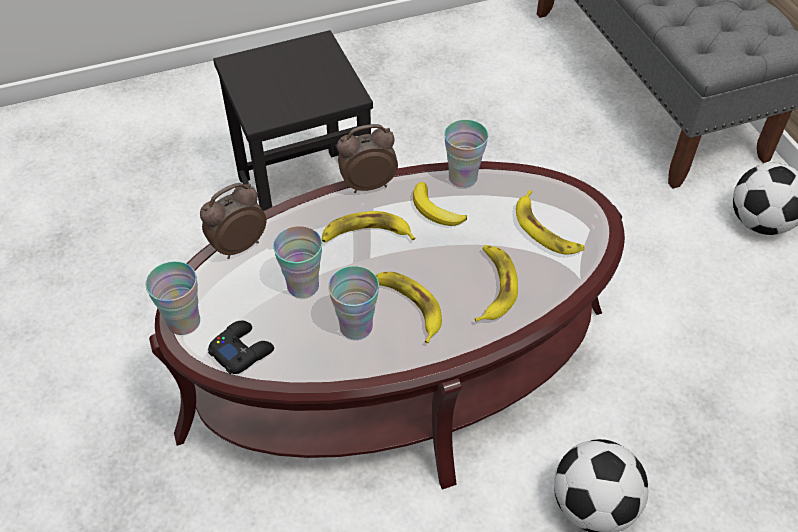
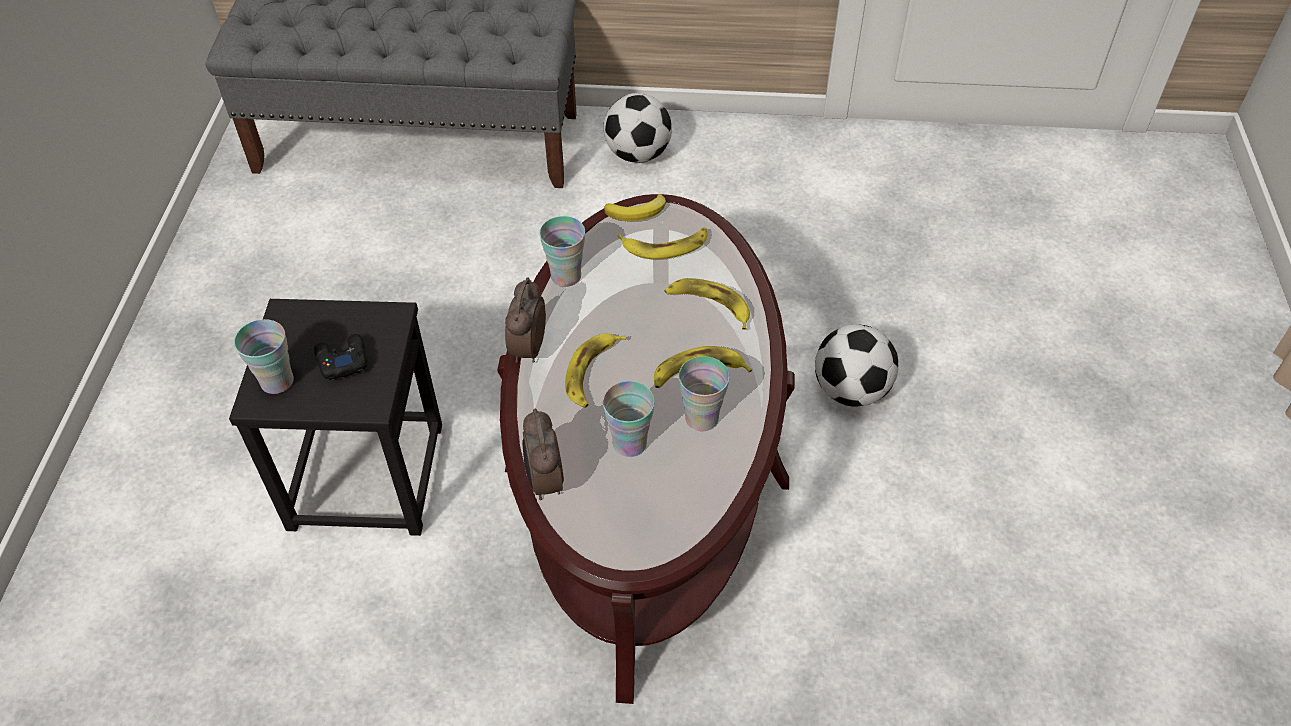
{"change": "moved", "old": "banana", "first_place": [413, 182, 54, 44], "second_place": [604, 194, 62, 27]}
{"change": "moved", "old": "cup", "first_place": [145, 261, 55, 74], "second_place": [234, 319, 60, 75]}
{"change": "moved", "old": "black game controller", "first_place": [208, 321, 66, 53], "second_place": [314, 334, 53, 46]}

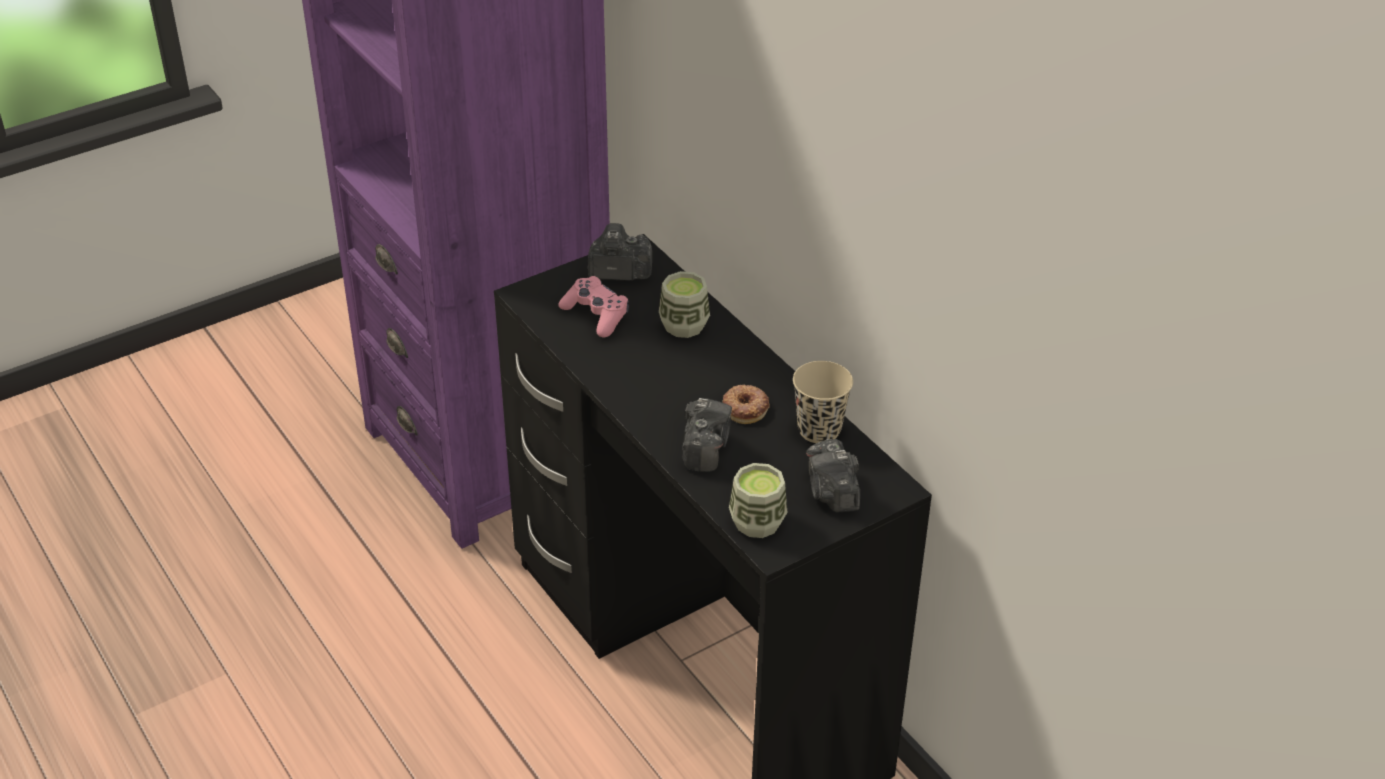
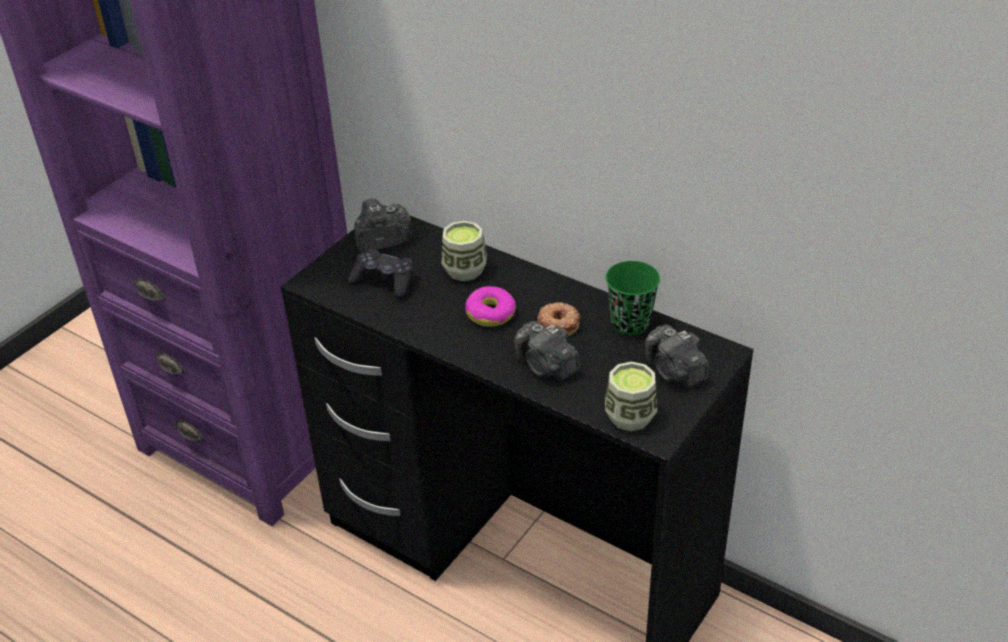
{"change": "recoloured", "old": "pink game controller", "new": "black game controller", "first_place": [558, 276, 71, 62], "second_place": [347, 249, 66, 50]}
{"change": "recoloured", "old": "beige cup", "new": "green cup", "first_place": [793, 361, 60, 82], "second_place": [605, 261, 55, 74]}
{"change": "turned", "old": "photo camera", "first_place": [682, 398, 50, 74], "second_place": [514, 321, 66, 59], "degrees": 150}
{"change": "added", "new": "donut", "second_place": [465, 286, 51, 41]}

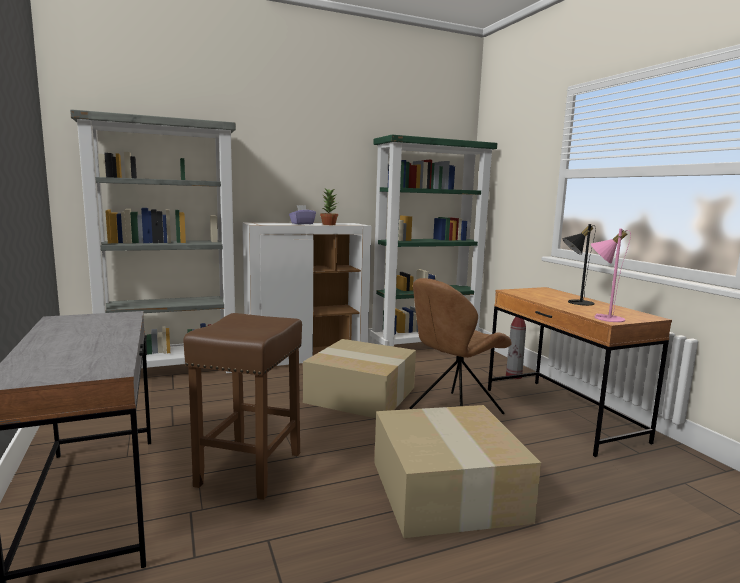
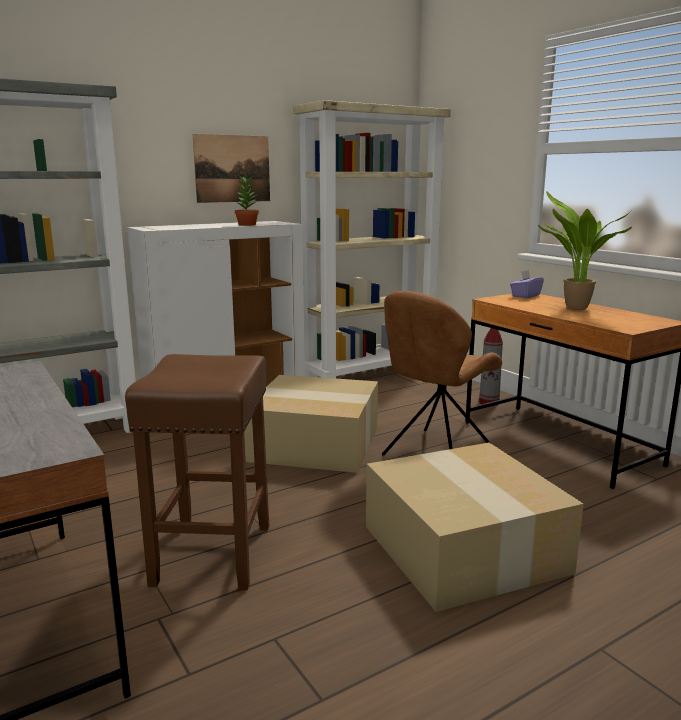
{"change": "recoloured", "old": "green bookcase", "new": "beige bookcase", "first_place": [370, 135, 127, 212], "second_place": [293, 100, 158, 279]}
{"change": "moved", "old": "purple tissue box", "first_place": [289, 205, 27, 19], "second_place": [510, 270, 34, 28]}
{"change": "replaced", "old": "black table lamp", "new": "potted plant", "first_place": [562, 224, 34, 82], "second_place": [538, 191, 94, 119]}
{"change": "removed", "old": "pink table lamp", "first_place": [591, 229, 40, 93]}
{"change": "added", "new": "picture", "second_place": [193, 134, 77, 69]}

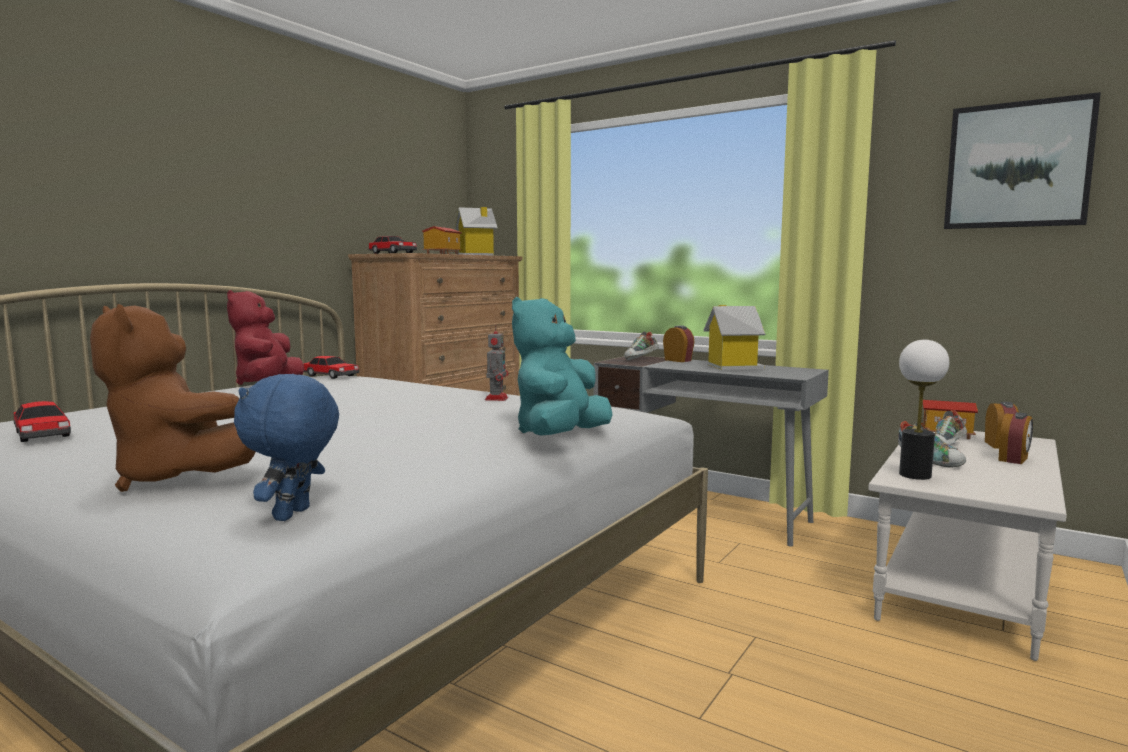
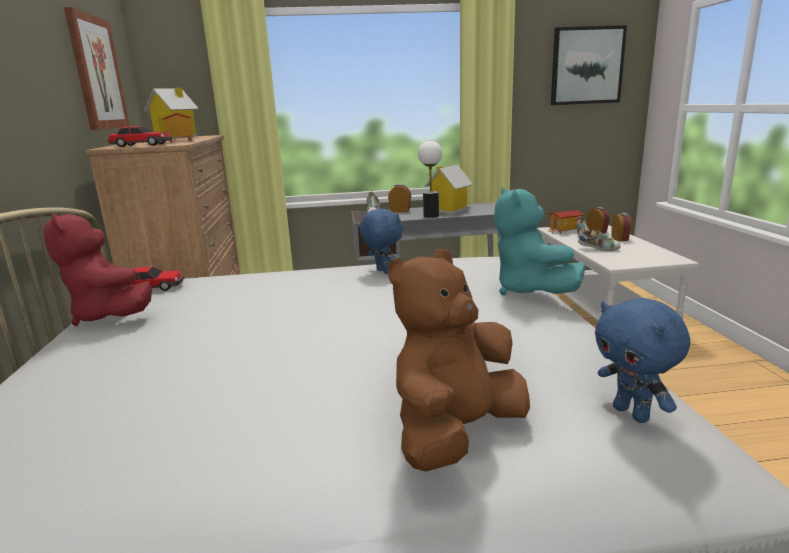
{"change": "turned", "old": "brown plush toy", "first_place": [90, 304, 166, 188], "second_place": [388, 249, 142, 223], "degrees": 135}
{"change": "replaced", "old": "toy robot", "new": "blue plush toy", "first_place": [485, 324, 24, 77], "second_place": [359, 209, 44, 65]}
{"change": "moved", "old": "table lamp", "first_place": [899, 340, 50, 140], "second_place": [418, 140, 24, 78]}
{"change": "removed", "old": "toy car", "first_place": [13, 401, 58, 41]}
{"change": "added", "new": "picture", "second_place": [64, 7, 66, 123]}

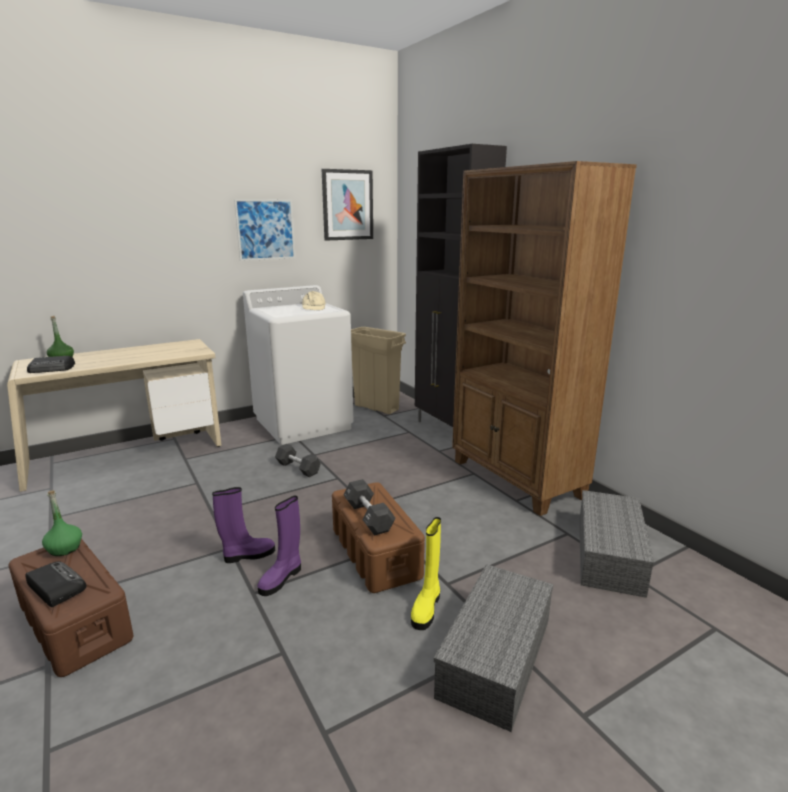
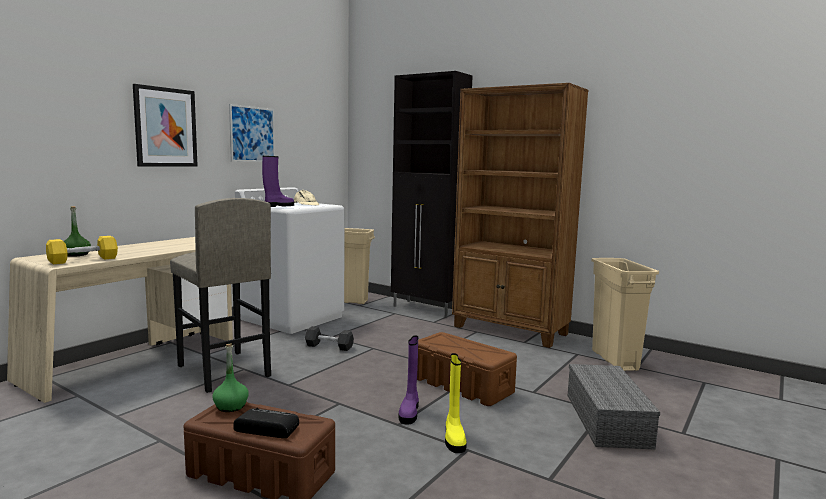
{"change": "moved", "old": "picture", "first_place": [322, 169, 51, 72], "second_place": [133, 84, 65, 83]}
{"change": "replaced", "old": "radio", "new": "yellow dumbbell", "first_place": [27, 356, 48, 17], "second_place": [46, 236, 72, 28]}
{"change": "removed", "old": "black dumbbell", "first_place": [343, 479, 52, 56]}
{"change": "moved", "old": "purple boot", "first_place": [212, 487, 63, 76], "second_place": [262, 156, 32, 51]}
{"change": "replaced", "old": "grey storage box", "new": "beige trash can", "first_place": [579, 490, 75, 108], "second_place": [591, 258, 68, 113]}
{"change": "moved", "old": "yellow boot", "first_place": [411, 517, 30, 113], "second_place": [445, 353, 22, 100]}
{"change": "added", "new": "grey stool", "second_place": [170, 198, 101, 195]}

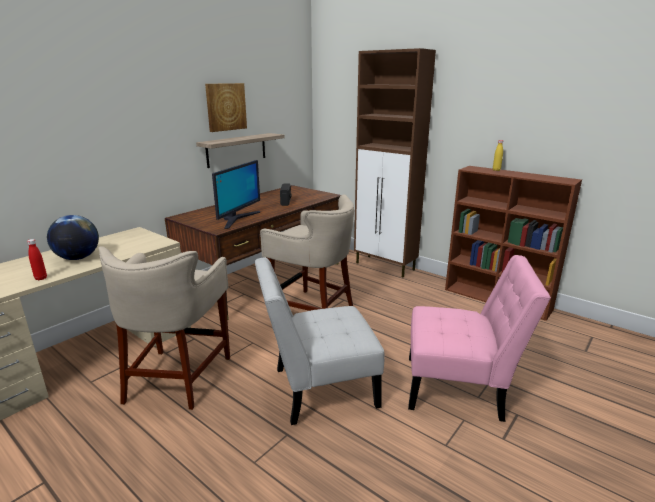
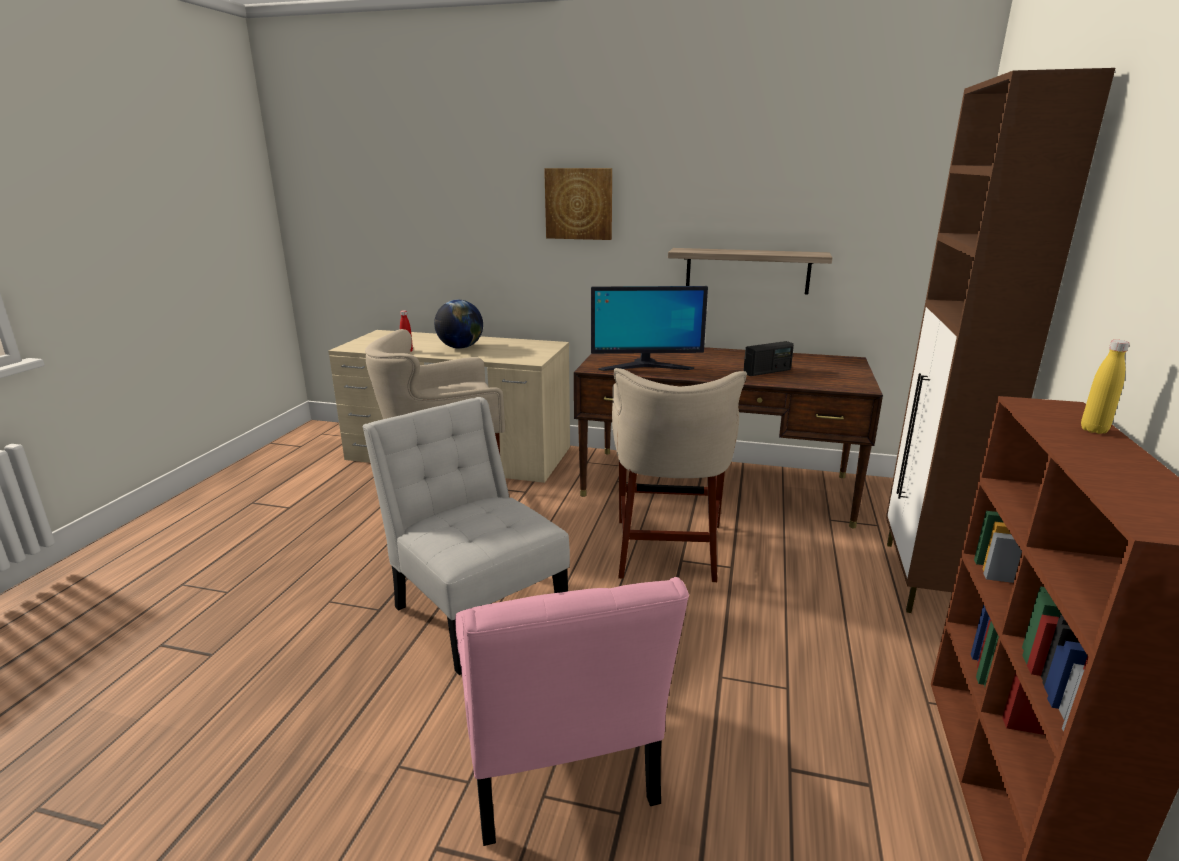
{"change": "moved", "old": "picture", "first_place": [205, 83, 42, 49], "second_place": [544, 168, 68, 72]}

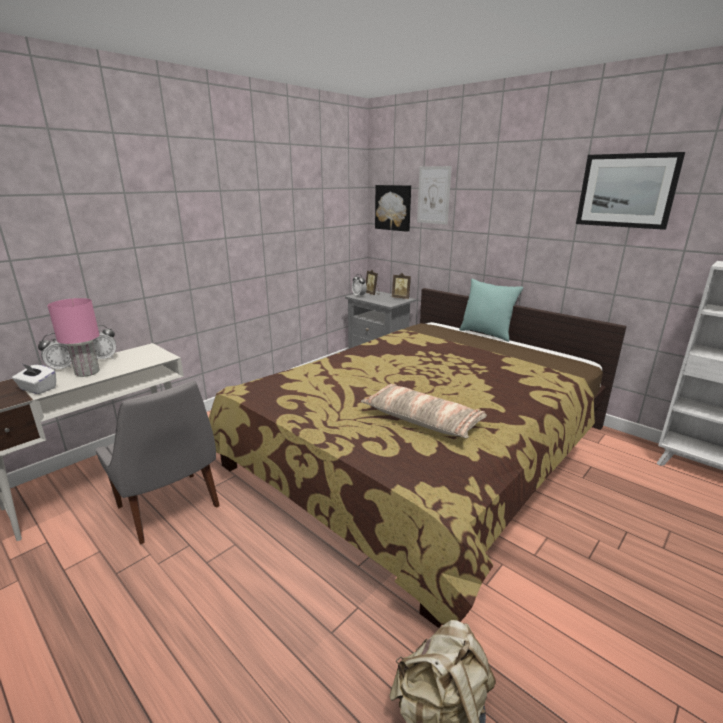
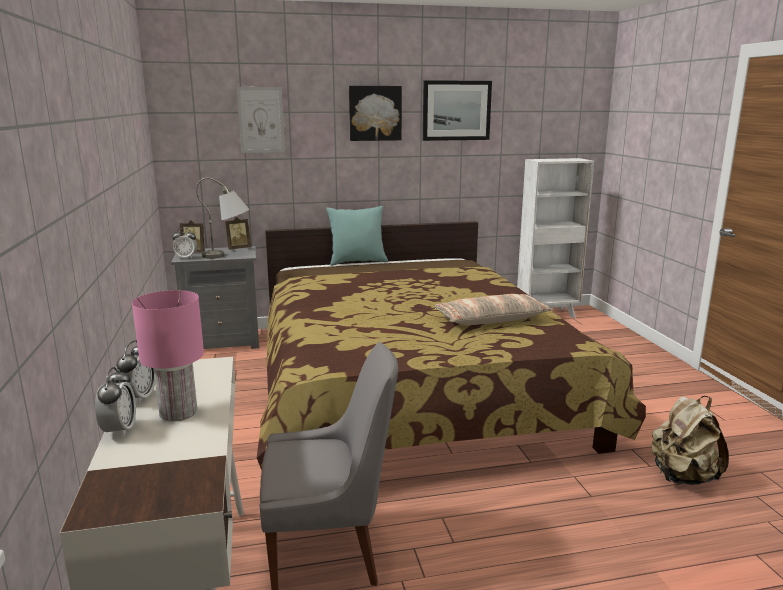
{"change": "moved", "old": "picture", "first_place": [375, 185, 36, 47], "second_place": [349, 86, 53, 55]}
{"change": "removed", "old": "white tissue box", "first_place": [12, 364, 44, 30]}
{"change": "added", "new": "grey table lamp", "second_place": [196, 178, 53, 81]}

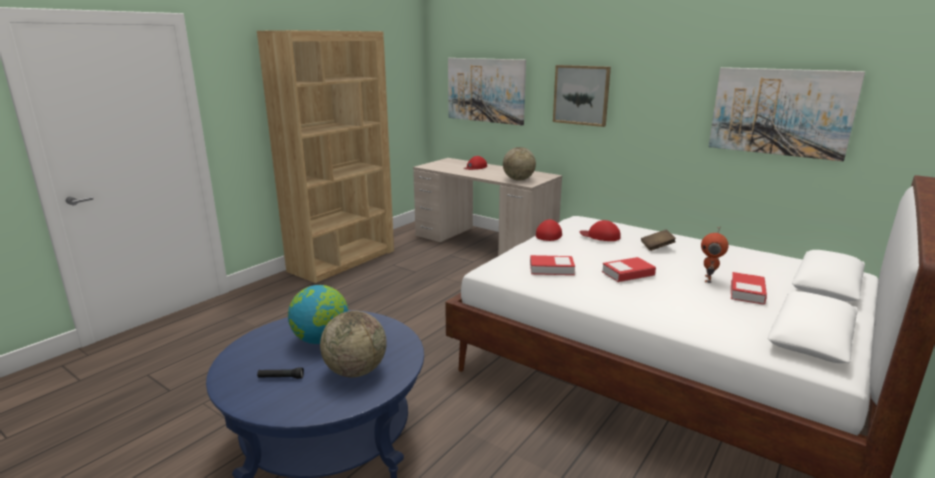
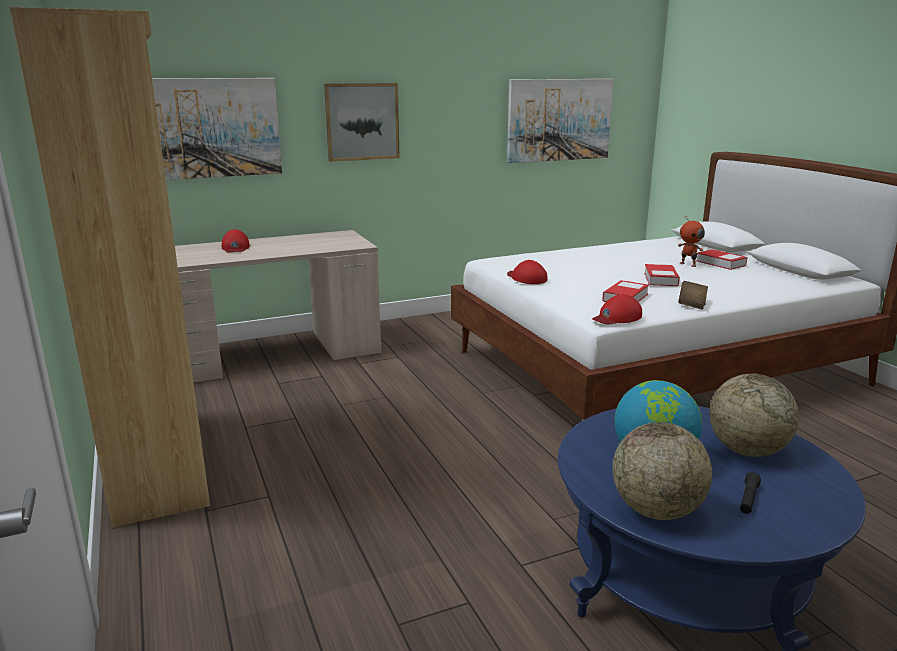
{"change": "moved", "old": "globe", "first_place": [503, 147, 33, 34], "second_place": [612, 422, 100, 98]}
{"change": "moved", "old": "red cap", "first_place": [580, 220, 41, 21], "second_place": [592, 294, 50, 30]}
{"change": "moved", "old": "brown book", "first_place": [641, 230, 35, 21], "second_place": [678, 281, 30, 28]}

